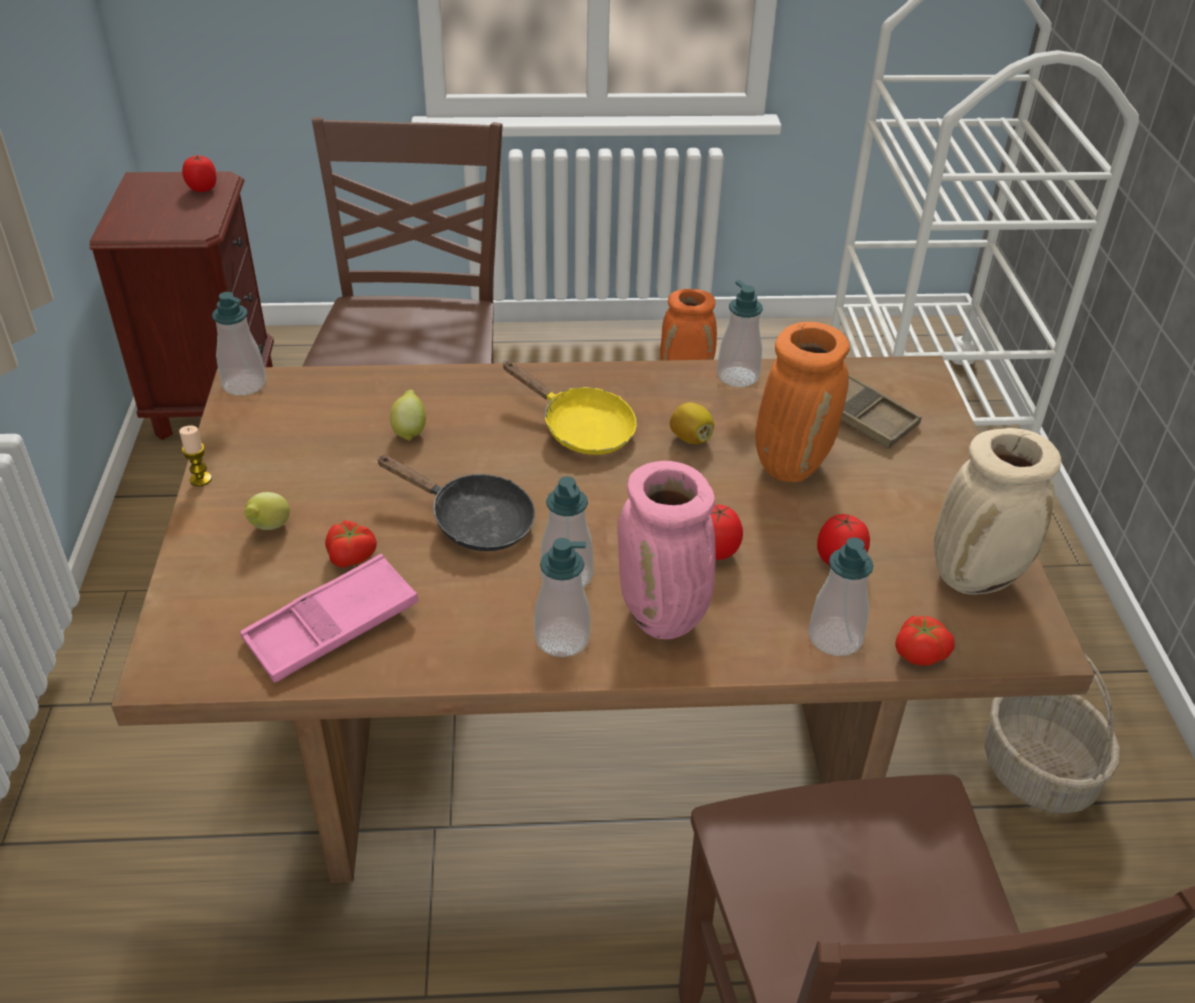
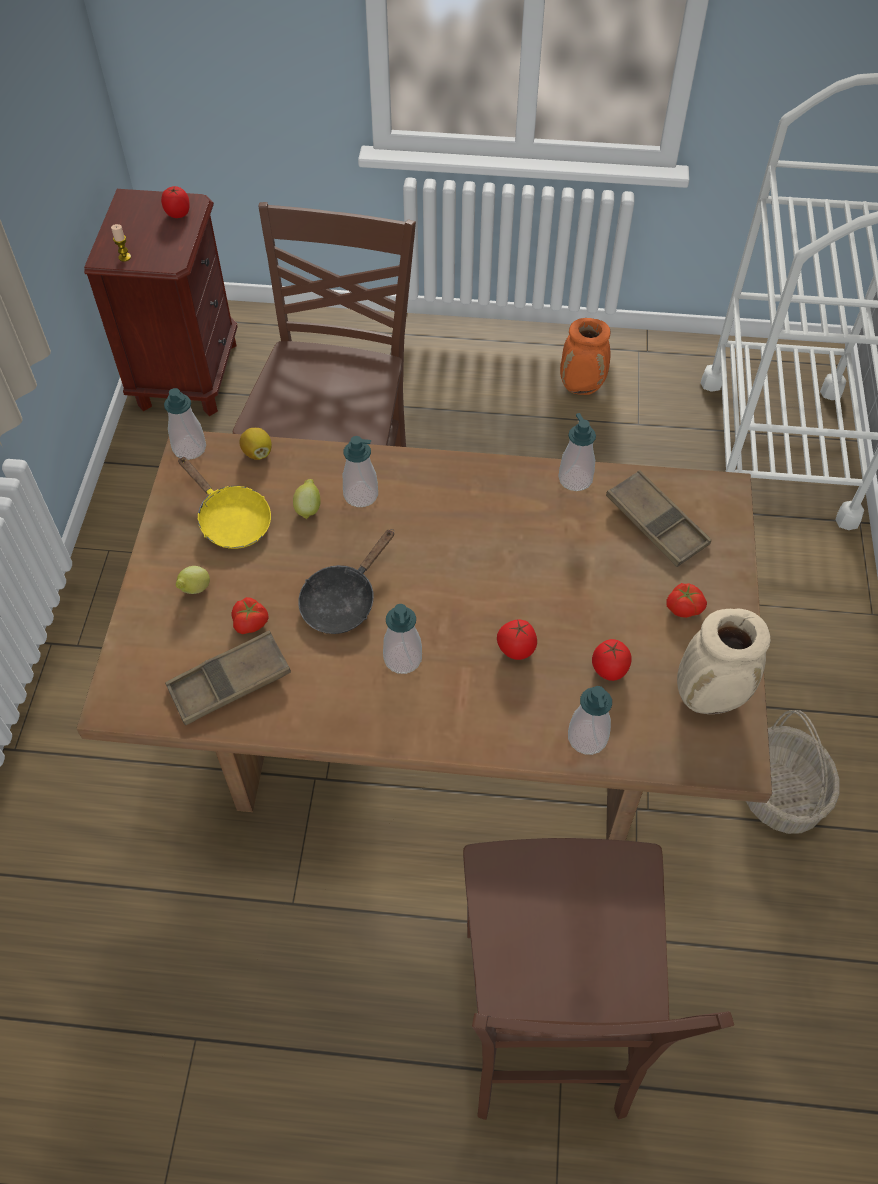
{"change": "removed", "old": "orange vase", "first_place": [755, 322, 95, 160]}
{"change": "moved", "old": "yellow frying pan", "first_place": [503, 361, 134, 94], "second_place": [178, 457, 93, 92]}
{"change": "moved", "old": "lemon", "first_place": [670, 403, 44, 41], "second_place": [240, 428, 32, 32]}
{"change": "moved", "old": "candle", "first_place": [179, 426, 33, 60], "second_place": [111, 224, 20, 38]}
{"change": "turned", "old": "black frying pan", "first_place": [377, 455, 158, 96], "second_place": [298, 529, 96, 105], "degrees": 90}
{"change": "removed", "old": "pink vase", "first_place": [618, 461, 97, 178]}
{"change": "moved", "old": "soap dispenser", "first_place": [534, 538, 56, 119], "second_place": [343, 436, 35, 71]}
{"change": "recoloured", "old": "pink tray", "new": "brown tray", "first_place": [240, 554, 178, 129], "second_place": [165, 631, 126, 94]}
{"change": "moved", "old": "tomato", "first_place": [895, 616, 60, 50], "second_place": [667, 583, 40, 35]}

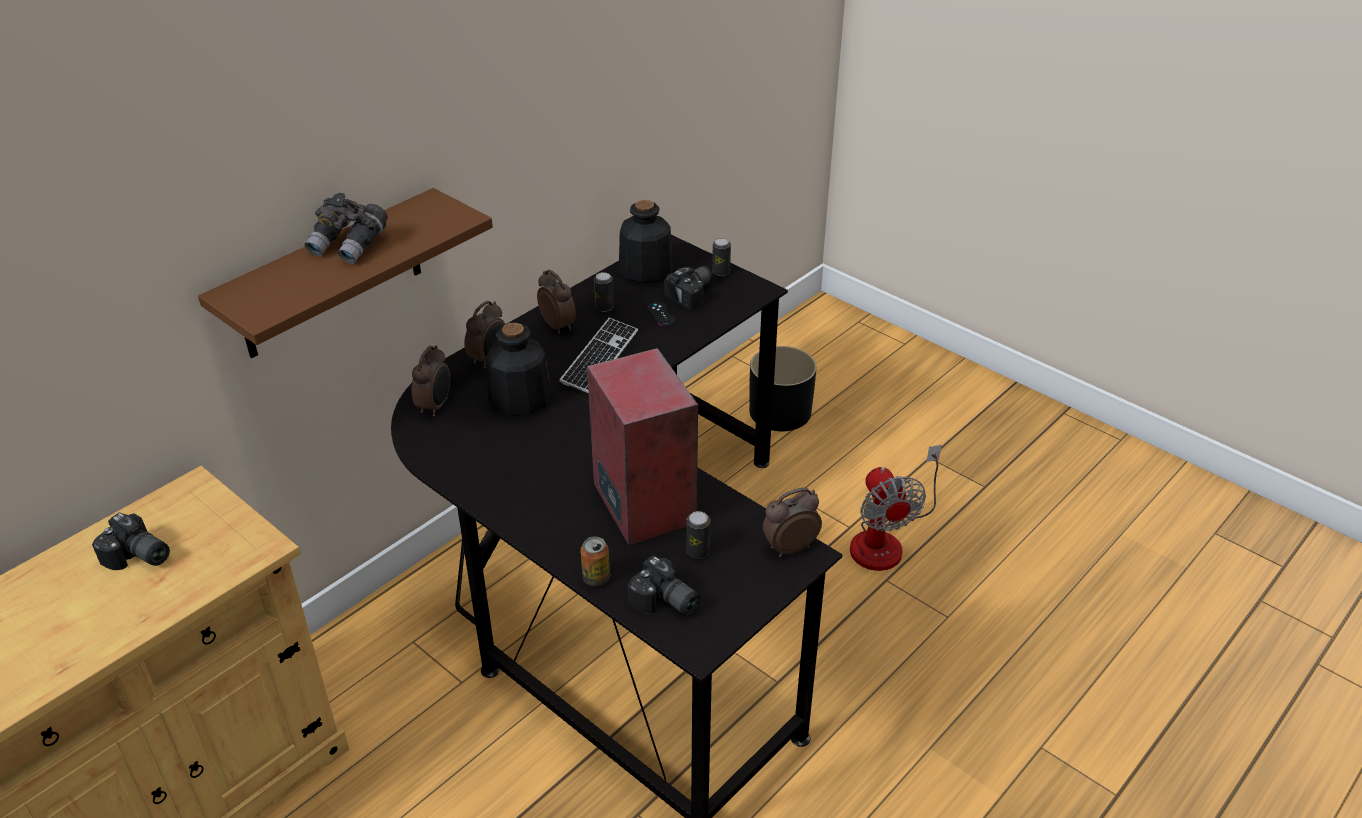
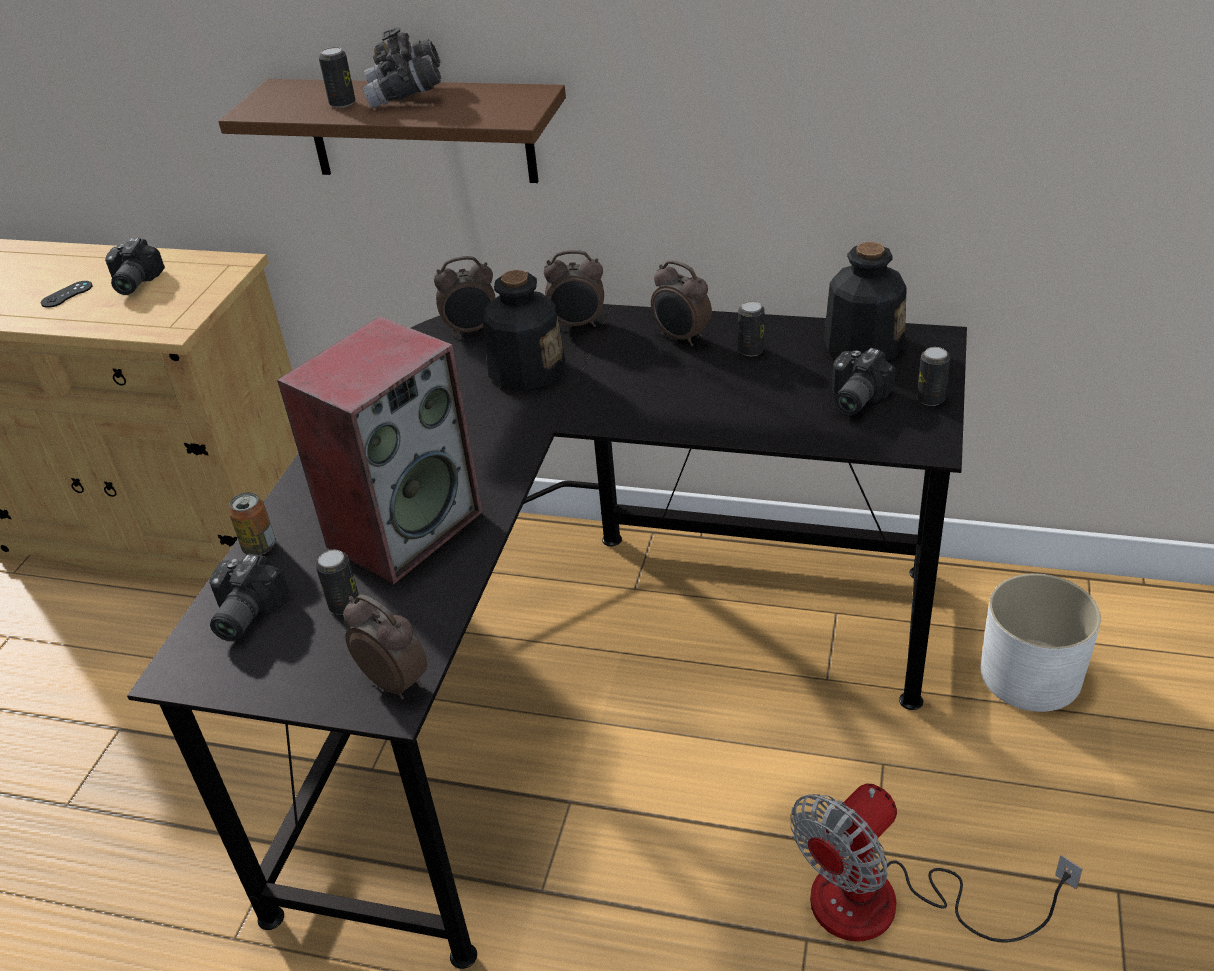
{"change": "turned", "old": "photo camera", "first_place": [664, 266, 48, 44], "second_place": [832, 348, 64, 68], "degrees": 105}
{"change": "turned", "old": "alarm clock", "first_place": [537, 269, 39, 65], "second_place": [651, 260, 61, 86], "degrees": 105}
{"change": "moved", "old": "black game controller", "first_place": [647, 302, 29, 25], "second_place": [41, 281, 52, 27]}
{"change": "removed", "old": "keyboard", "first_place": [559, 318, 79, 75]}
{"change": "recoloured", "old": "black planter", "new": "white planter", "first_place": [749, 346, 68, 85], "second_place": [981, 573, 120, 139]}
{"change": "added", "new": "can", "second_place": [319, 47, 36, 61]}

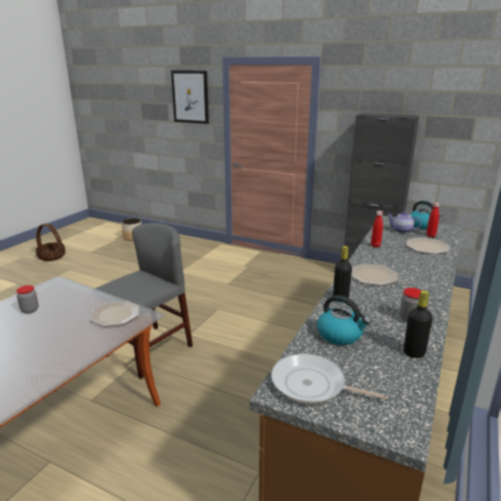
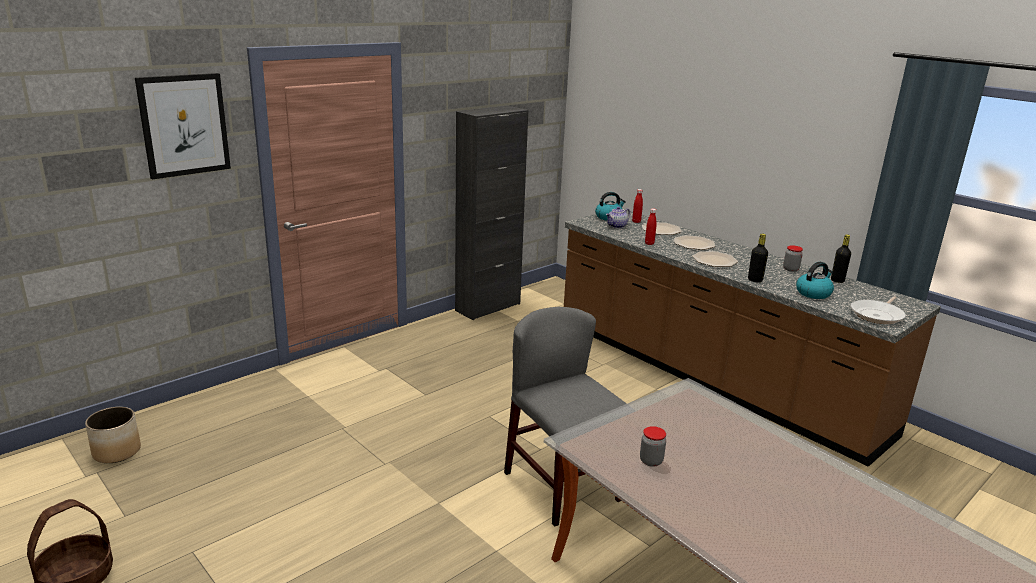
{"change": "moved", "old": "plate", "first_place": [90, 301, 50, 26], "second_place": [674, 235, 41, 15]}

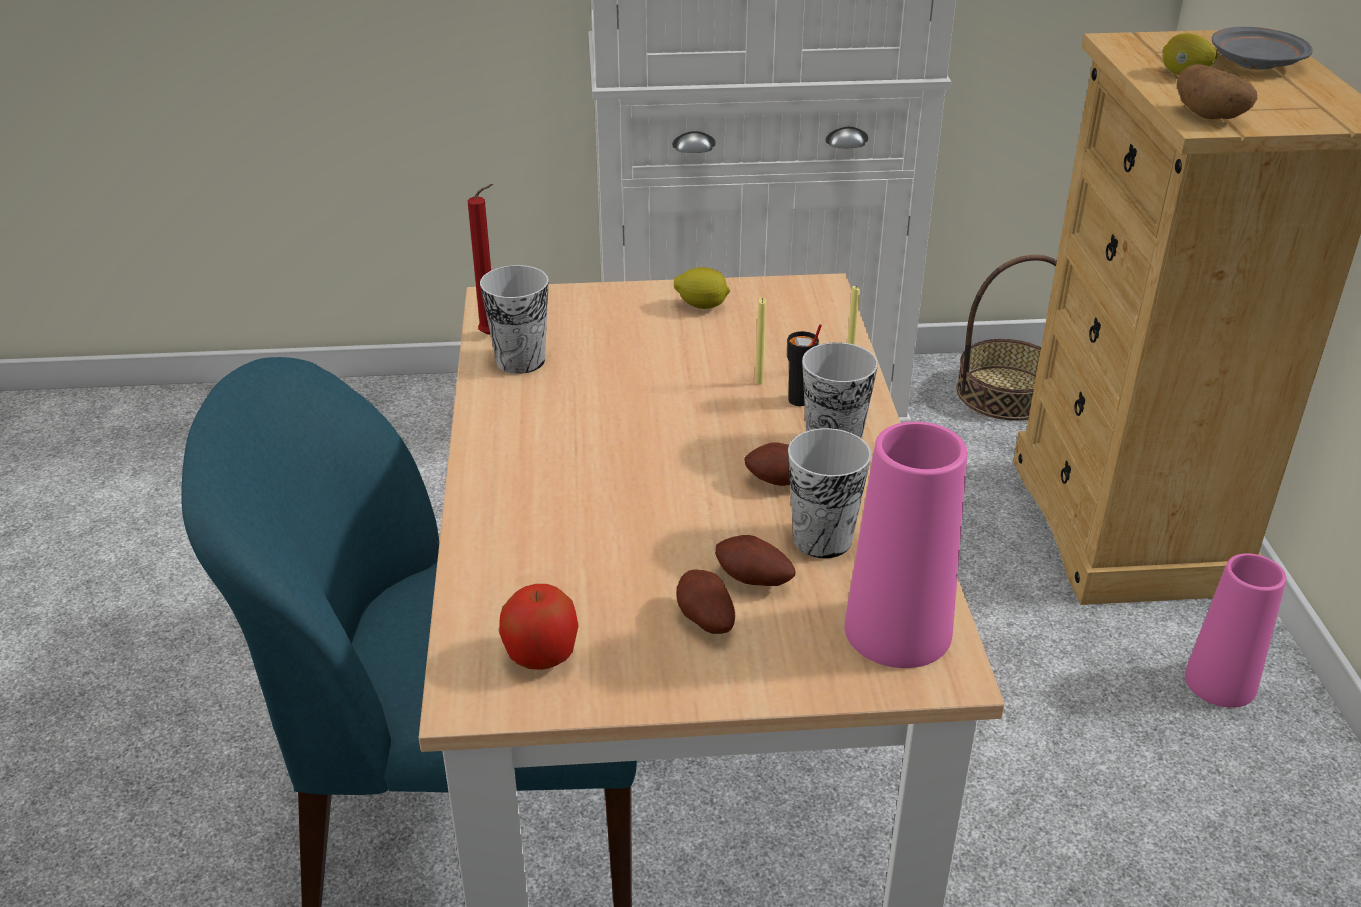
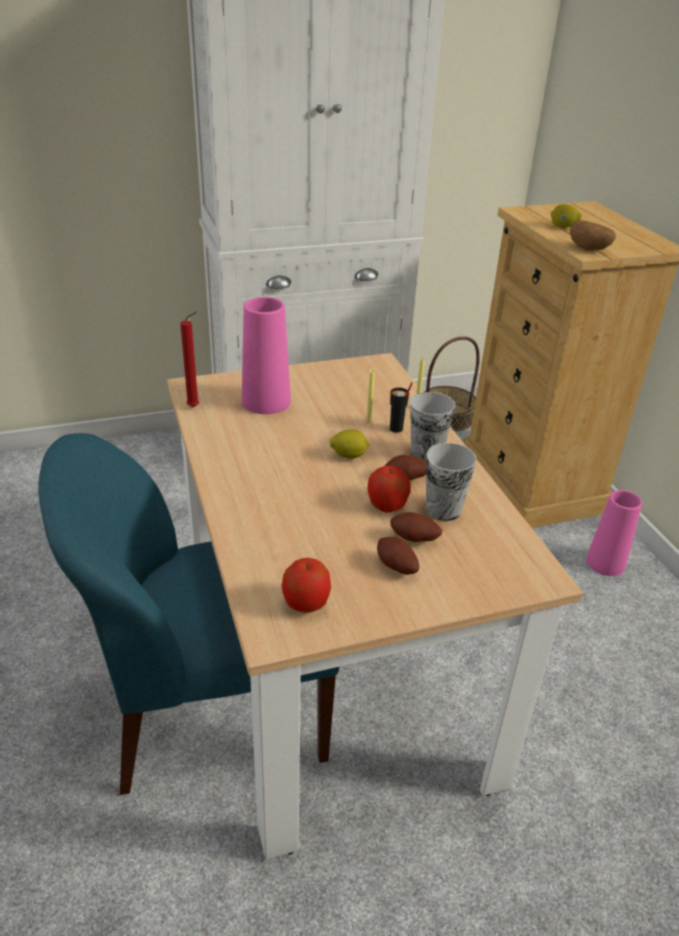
{"change": "removed", "old": "grey plate", "first_place": [1212, 27, 101, 43]}
{"change": "removed", "old": "cup", "first_place": [480, 265, 69, 109]}
{"change": "moved", "old": "lemon", "first_place": [674, 267, 56, 42], "second_place": [330, 429, 40, 30]}
{"change": "moved", "old": "pink vase", "first_place": [844, 421, 123, 247], "second_place": [242, 297, 49, 117]}
{"change": "added", "new": "apple", "second_place": [367, 466, 43, 47]}

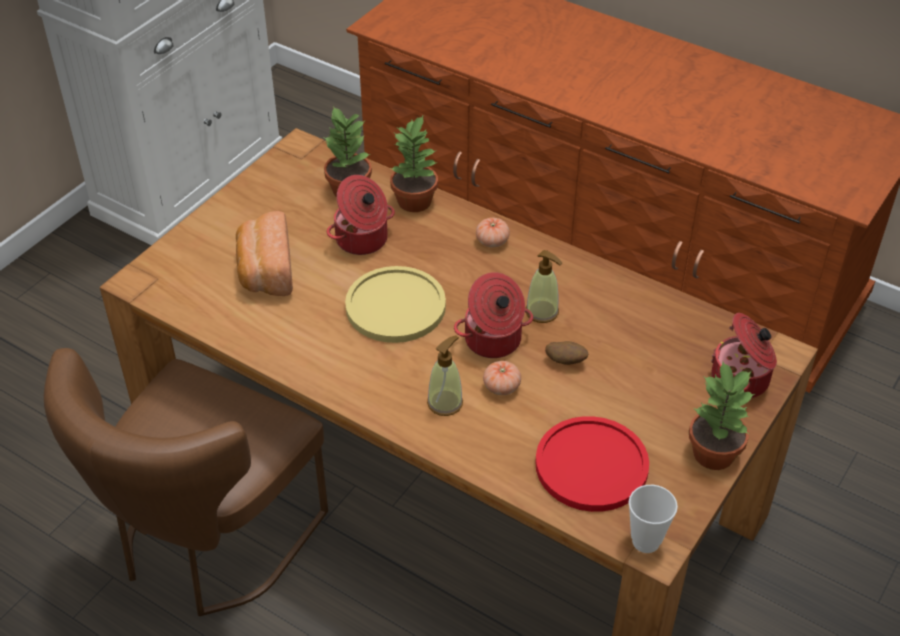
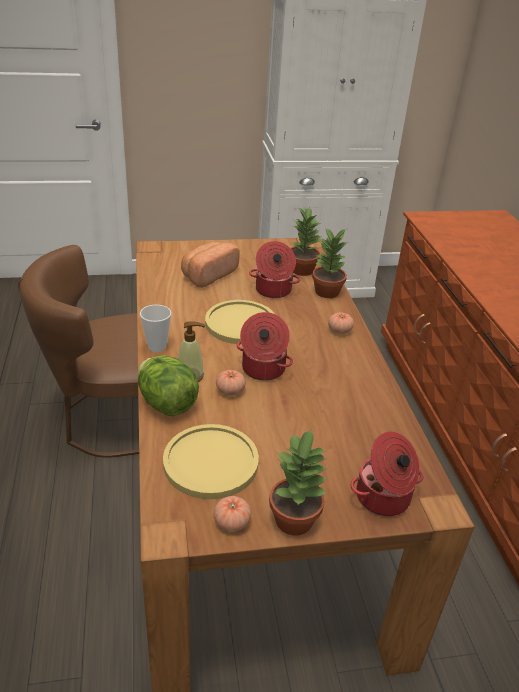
{"change": "removed", "old": "soap dispenser", "first_place": [526, 250, 36, 73]}
{"change": "removed", "old": "potato", "first_place": [545, 341, 43, 24]}
{"change": "recoloured", "old": "red plate", "new": "yellow plate", "first_place": [535, 416, 114, 96], "second_place": [163, 424, 96, 75]}
{"change": "moved", "old": "cup", "first_place": [629, 485, 49, 68], "second_place": [140, 305, 31, 47]}
{"change": "added", "new": "lettuce", "second_place": [138, 355, 61, 61]}
{"change": "added", "new": "tomato", "second_place": [214, 496, 37, 36]}

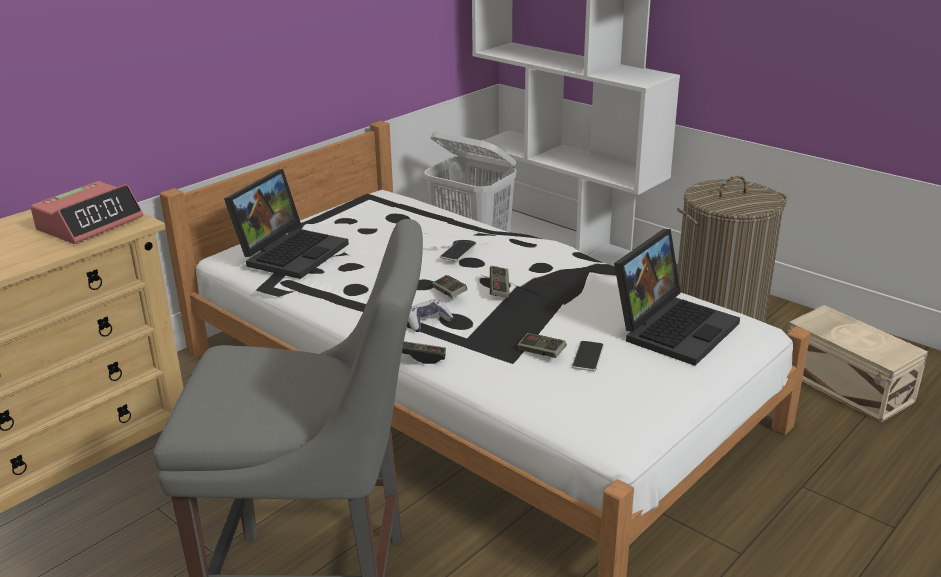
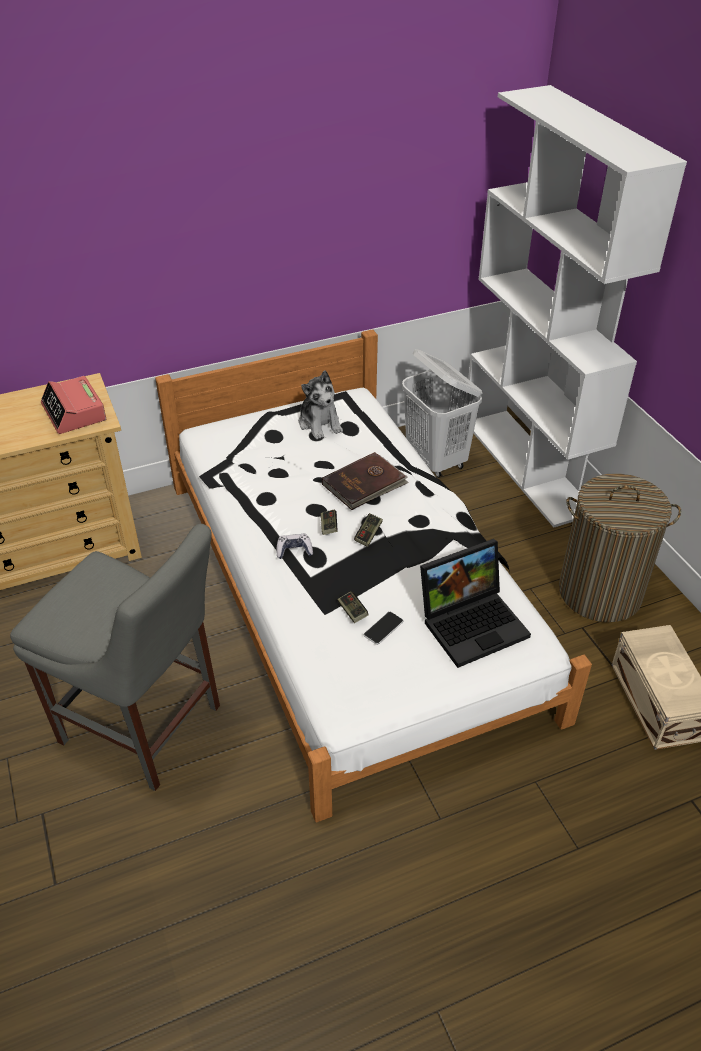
{"change": "removed", "old": "laptop", "first_place": [224, 169, 125, 110]}
{"change": "turned", "old": "alarm clock", "first_place": [31, 181, 112, 63], "second_place": [41, 376, 65, 58], "degrees": 90}
{"change": "replaced", "old": "phone", "new": "brown book", "first_place": [440, 240, 36, 21], "second_place": [322, 452, 87, 58]}
{"change": "removed", "old": "game controller", "first_place": [402, 341, 44, 23]}
{"change": "added", "new": "plush toy", "second_place": [299, 371, 44, 68]}

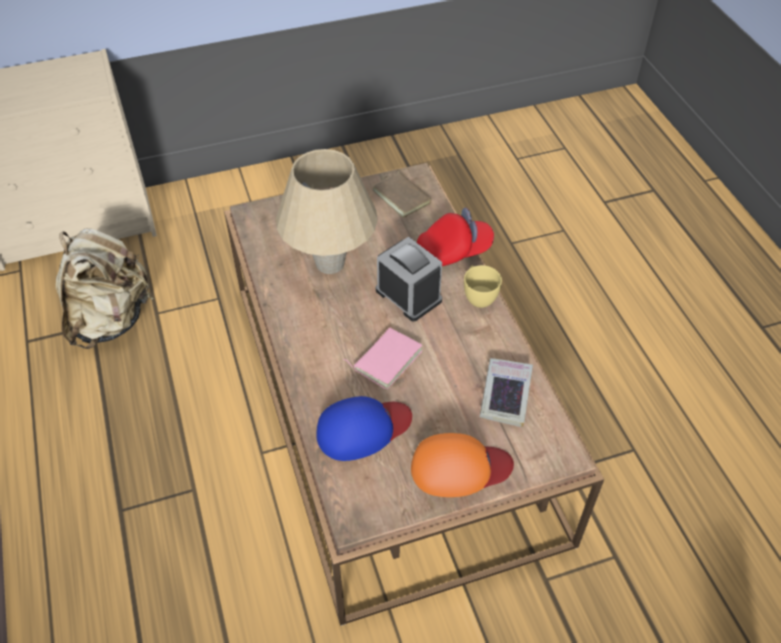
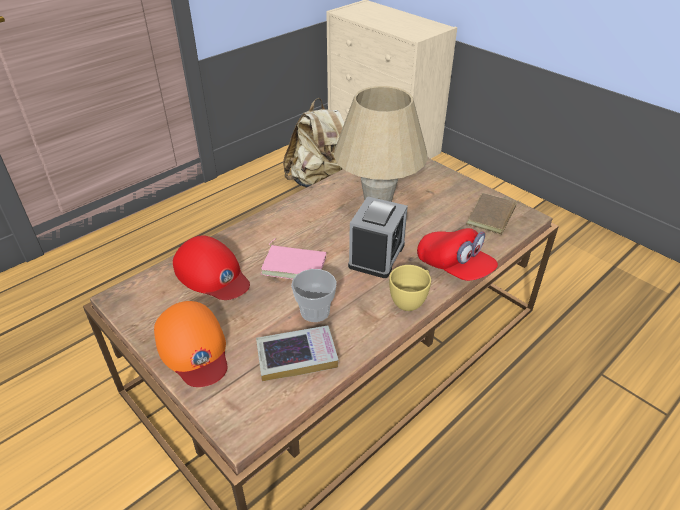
{"change": "recoloured", "old": "blue cap", "new": "red cap", "first_place": [316, 396, 96, 65], "second_place": [173, 235, 77, 65]}
{"change": "added", "new": "cup", "second_place": [291, 269, 46, 53]}

